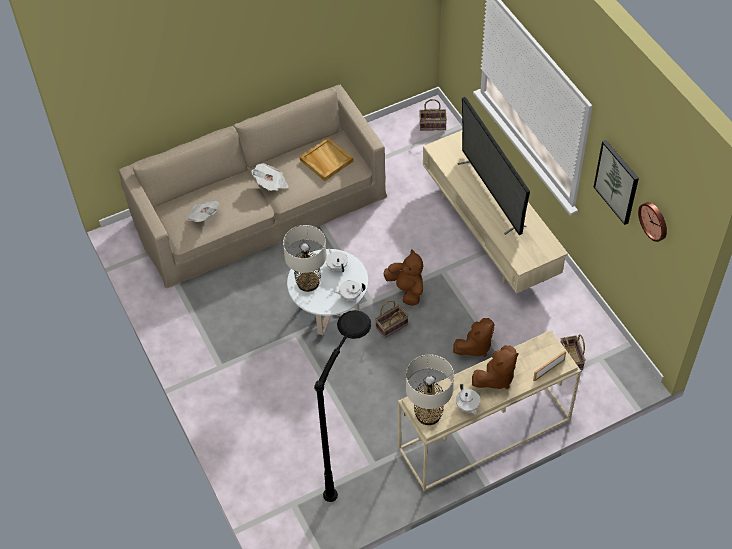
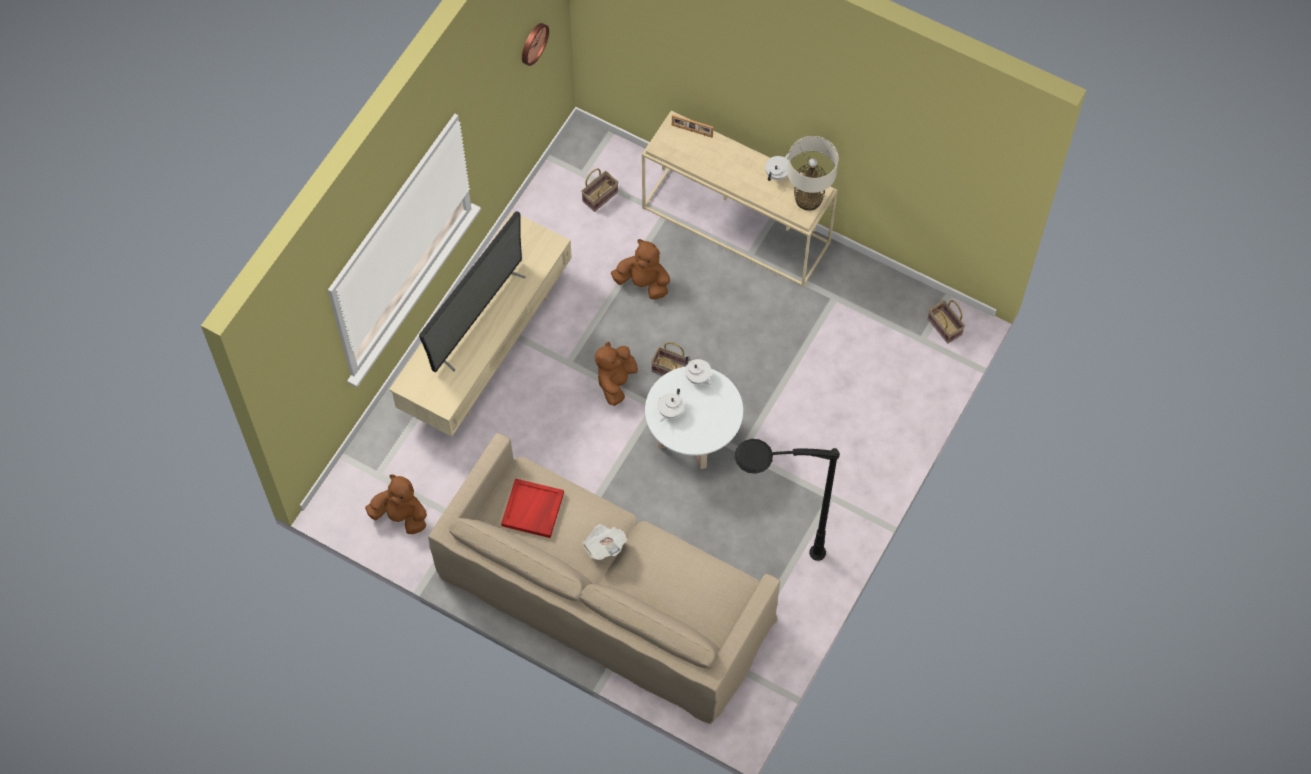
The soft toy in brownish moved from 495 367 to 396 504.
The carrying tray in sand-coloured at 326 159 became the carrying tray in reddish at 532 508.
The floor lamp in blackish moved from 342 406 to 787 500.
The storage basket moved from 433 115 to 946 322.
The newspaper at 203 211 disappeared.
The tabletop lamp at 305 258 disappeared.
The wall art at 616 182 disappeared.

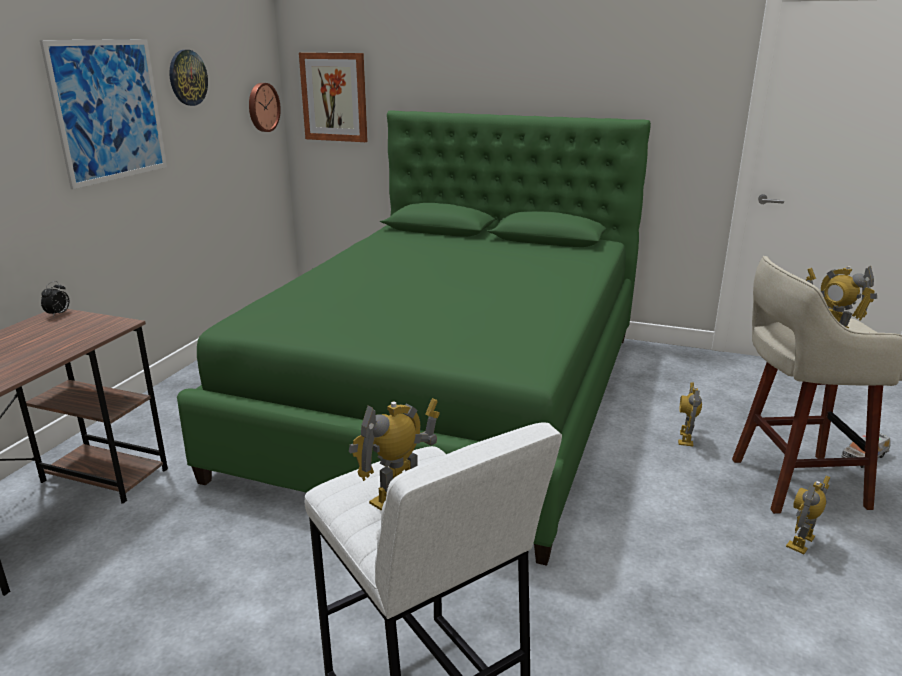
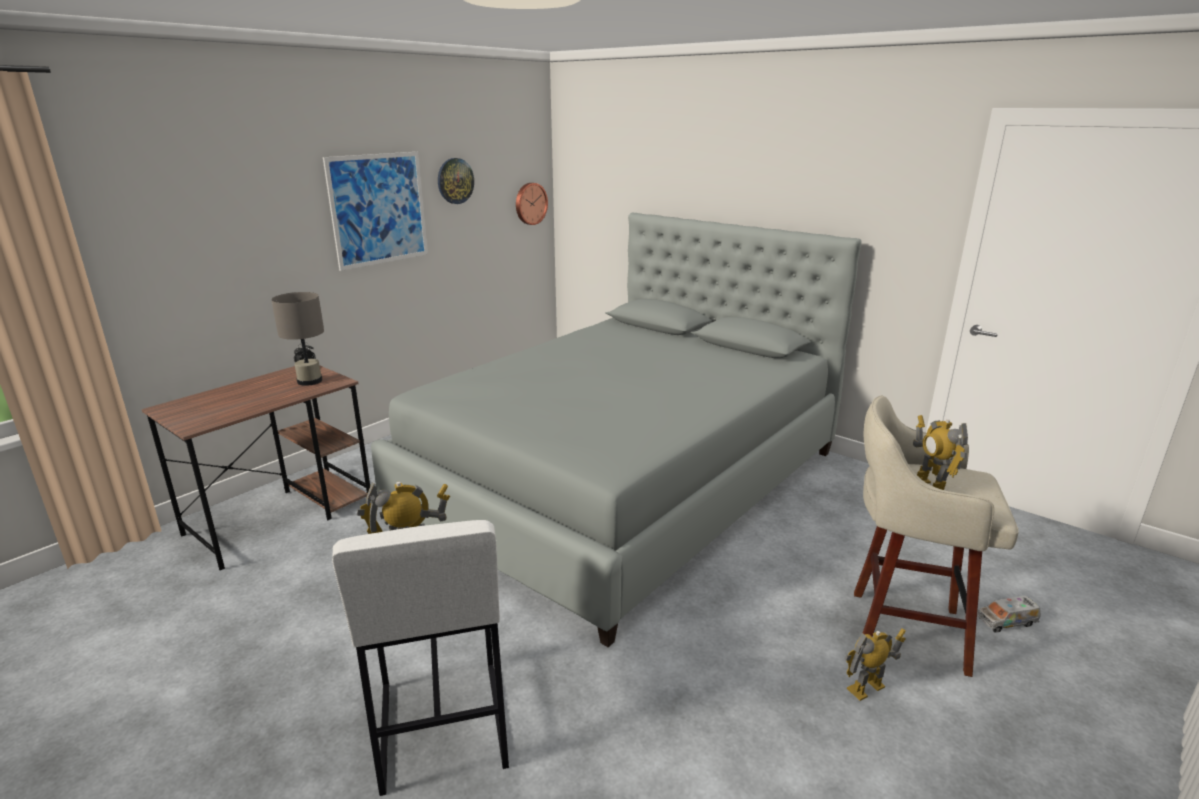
The tabletop lamp in greyish at 297 339 appeared.
The sleeping bed in greenish at 414 338 became the sleeping bed in greyish at 616 430.
The wall art at 333 97 disappeared.
The toy robot at 690 414 disappeared.

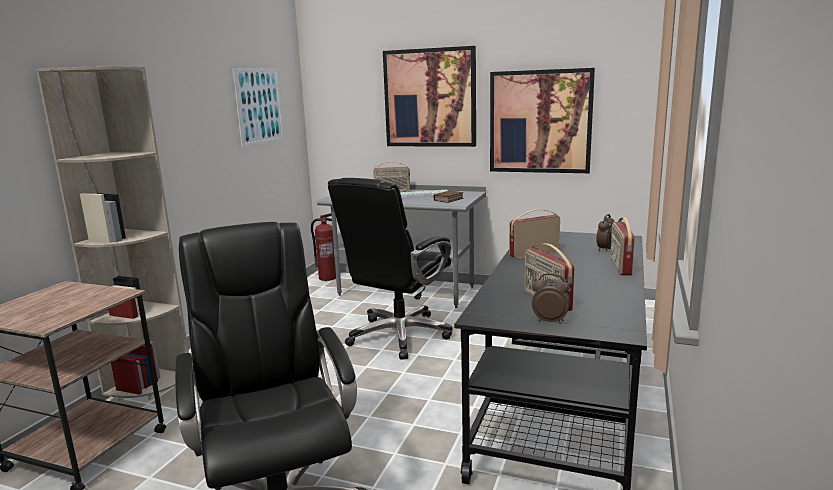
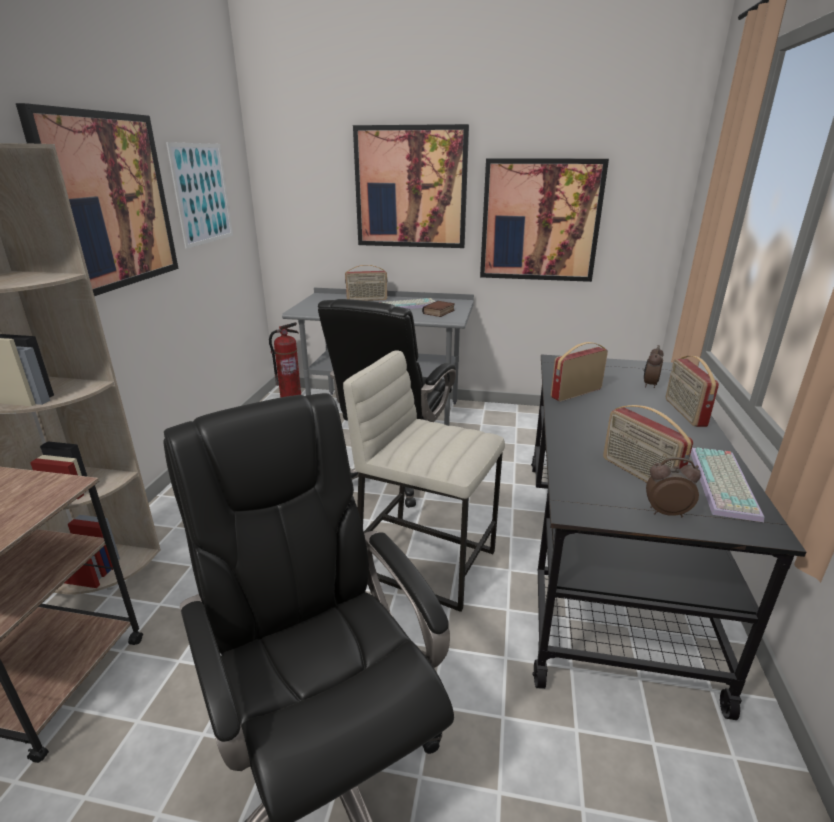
The wall art at 97 199 appeared.
The stool seat in sand-coloured at 424 481 appeared.
The computer keyboard at 727 485 appeared.

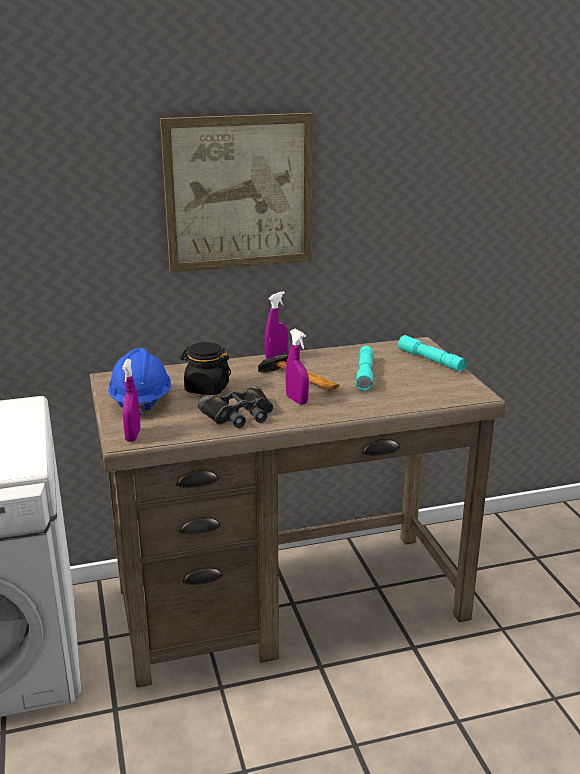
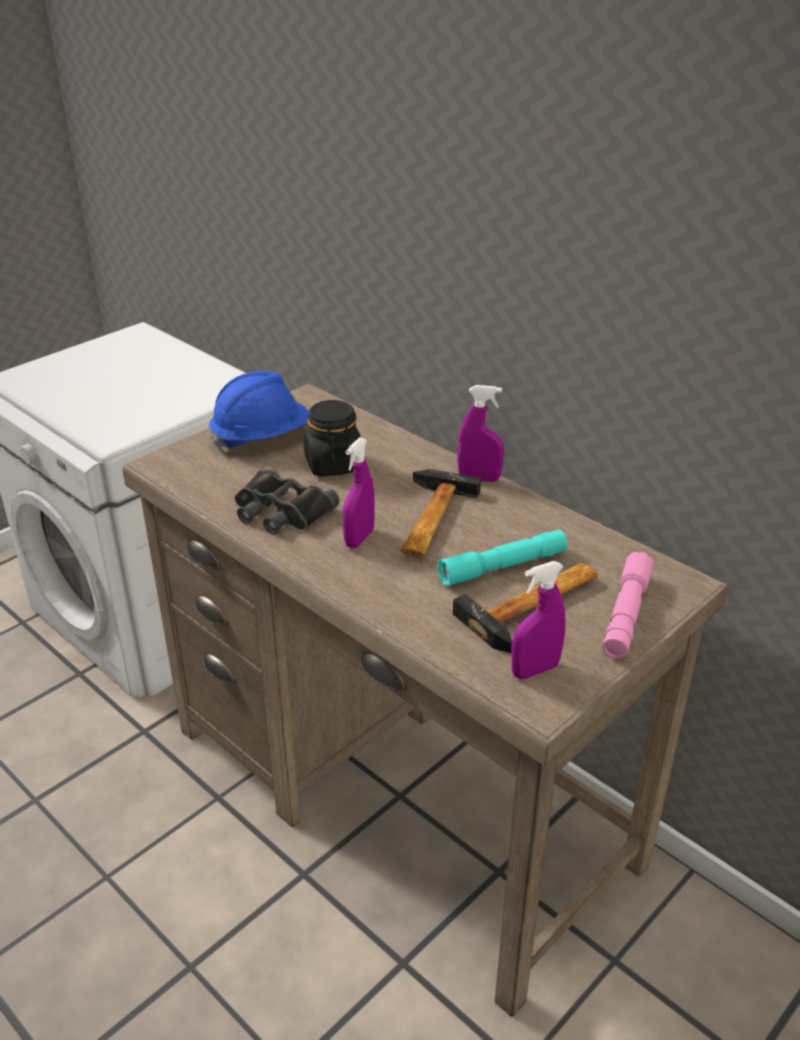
The hand hammer at 525 608 appeared.
The spray bottle in purplish moved from 131 400 to 538 620.
The flashlight in turquoise-coloured at 432 353 became the flashlight in pinkish at 628 605.
The wall art at 236 192 disappeared.

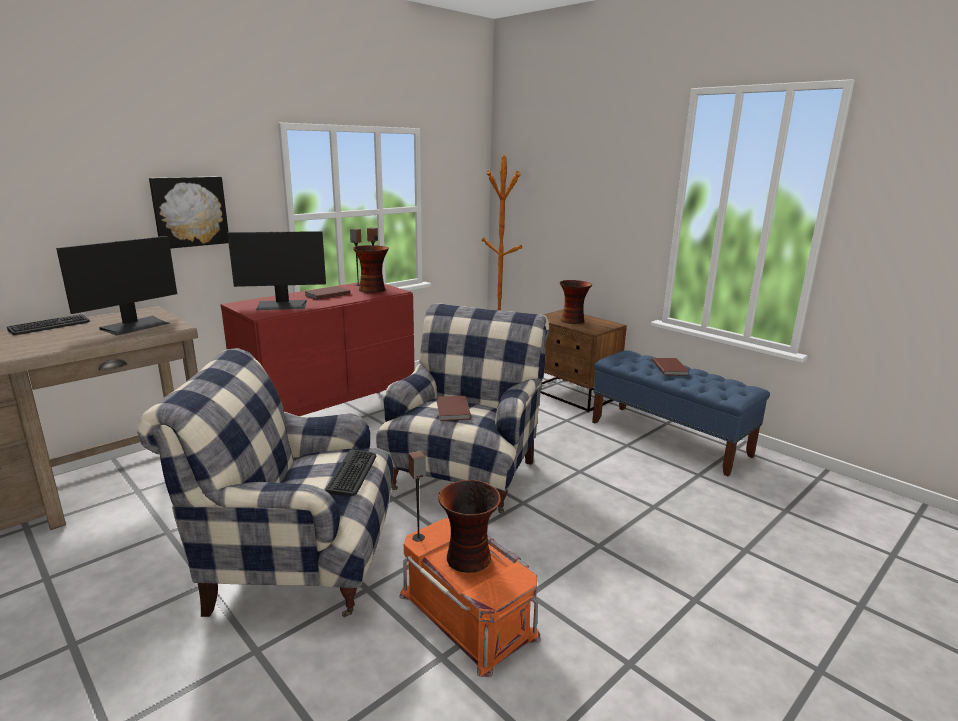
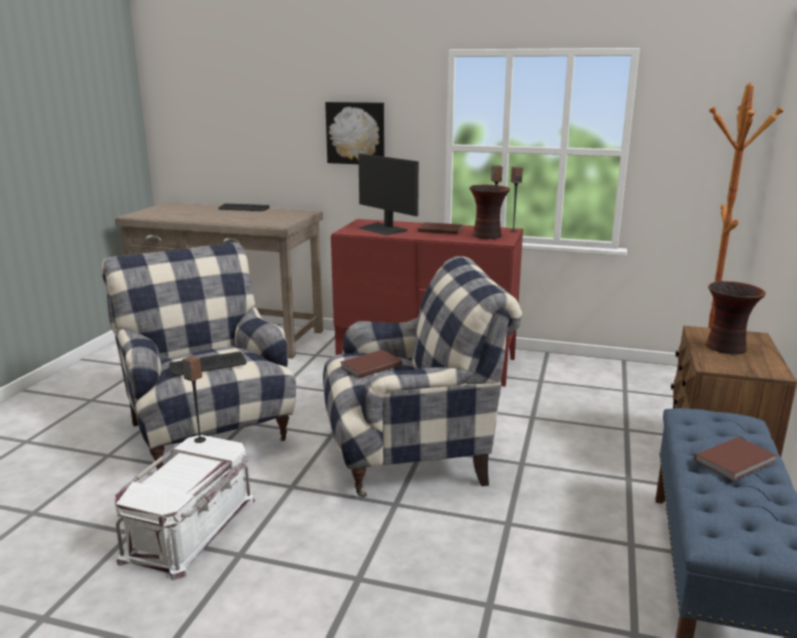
The storage box in orangey at 469 597 became the storage box in white at 184 507.
The computer display at 116 286 disappeared.
The decorative vase at 469 526 disappeared.

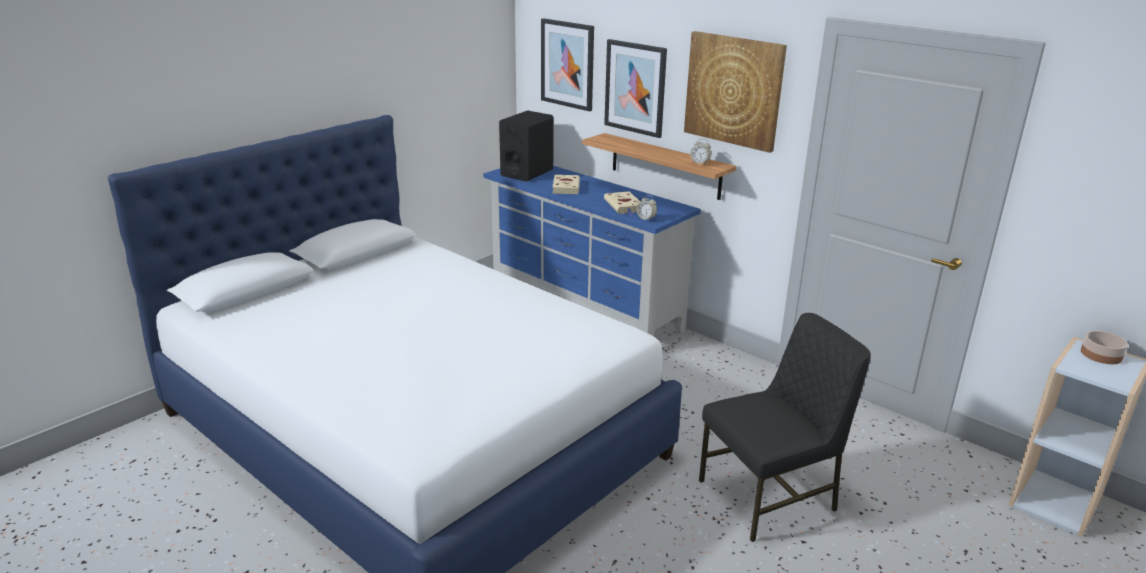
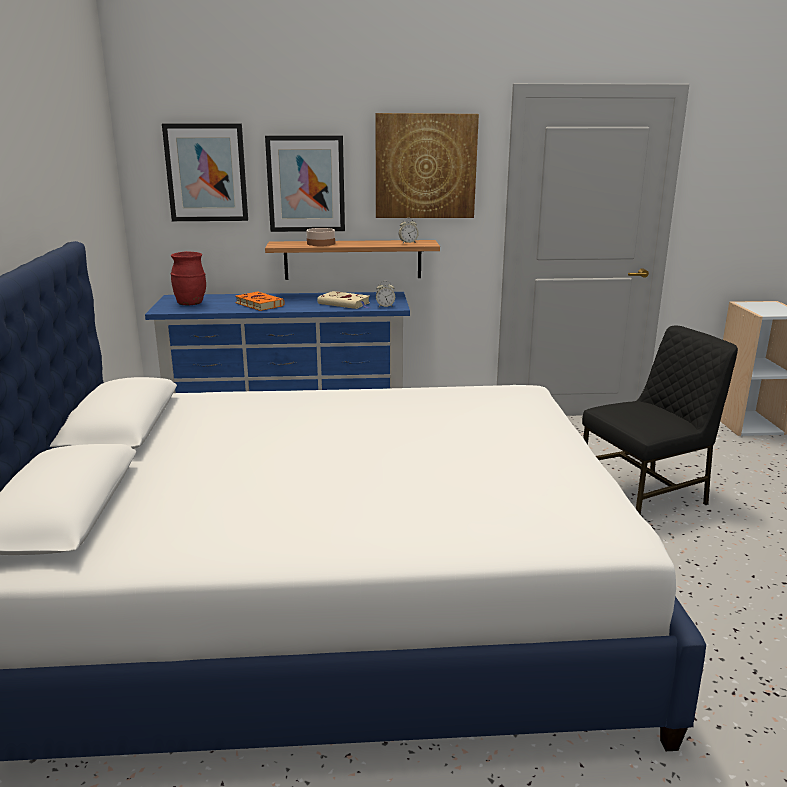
The audio speaker in blackish at 526 146 was replaced by the decorative vase in reddish at 188 278.
The bound book in sand-coloured at 566 184 became the bound book in orangey at 260 301.
The deep dish moved from 1104 347 to 320 237.
The chair in blackish at 785 427 turned 45 degrees clockwise.

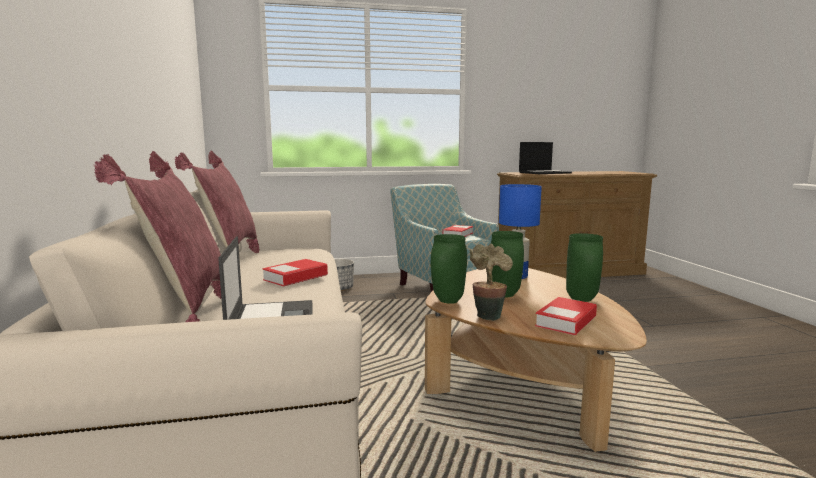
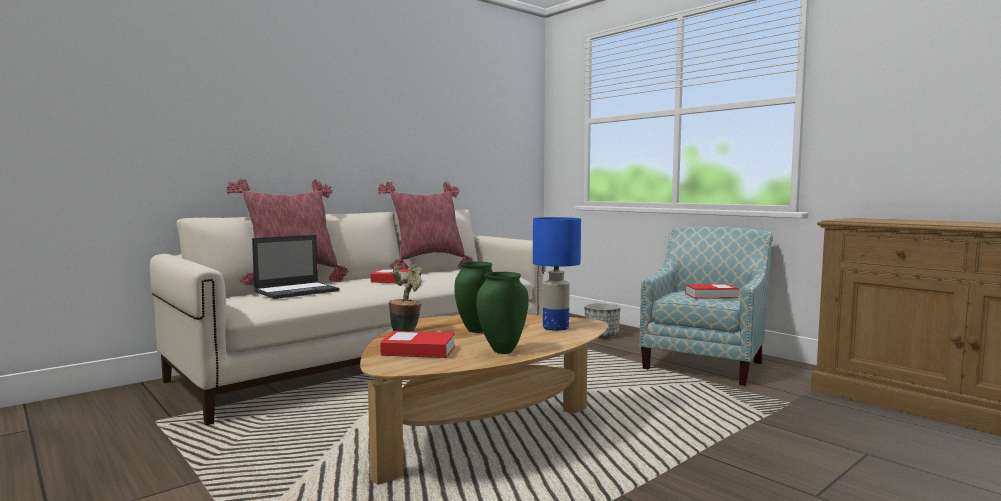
The decorative vase in greenish at 449 269 disappeared.
The portable computer at 545 158 disappeared.

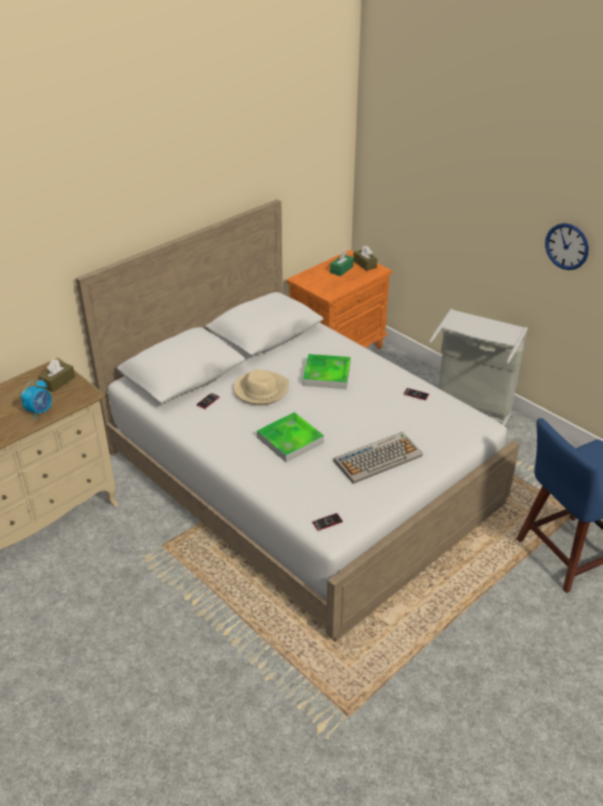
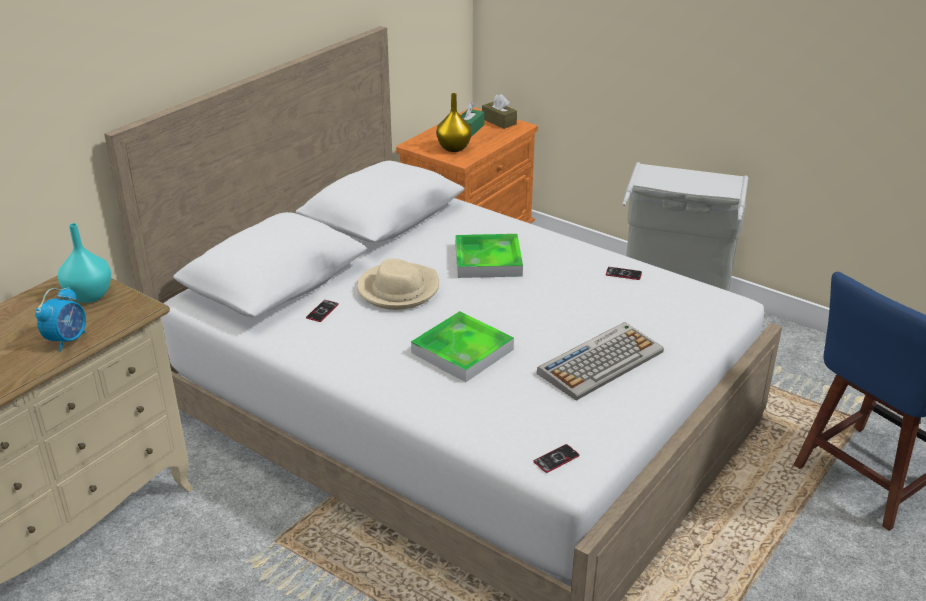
The tissue box in brownish at 57 375 was replaced by the decorative vase in turquoise-coloured at 84 263.
The decorative vase in yellow-coloured at 454 122 appeared.
The wall clock at 567 246 disappeared.

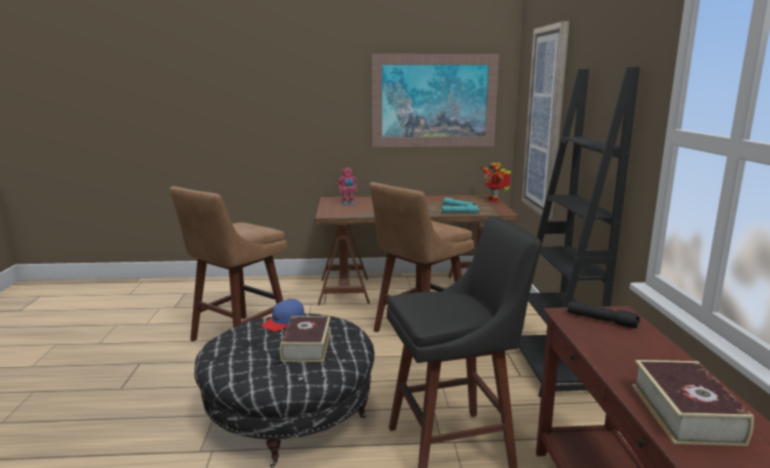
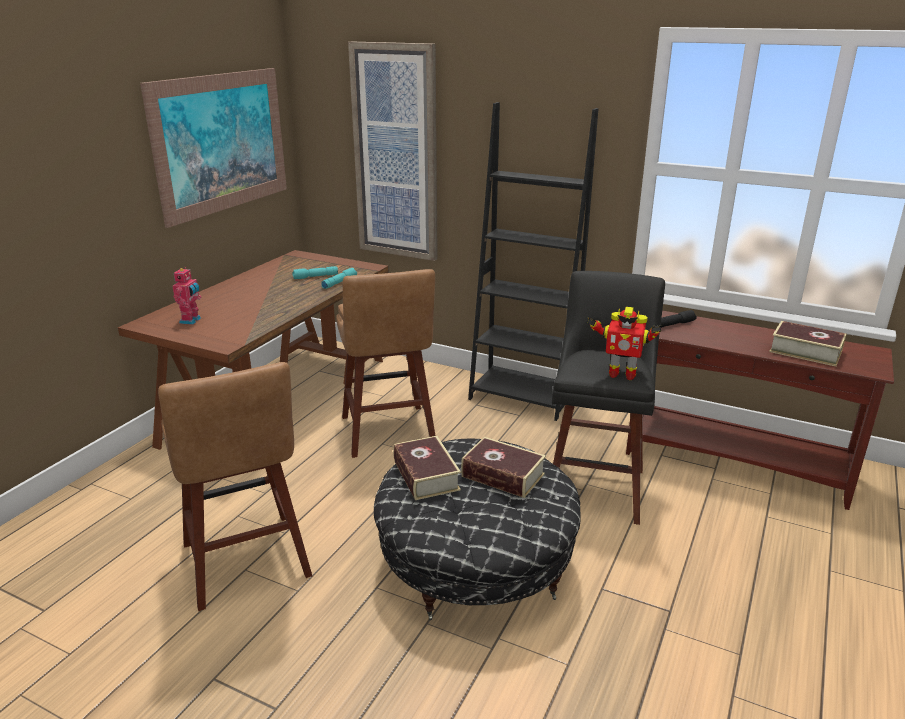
The peaked cap in blue at 283 315 was replaced by the bound book at 427 468.
The toy robot moved from 496 183 to 624 343.

